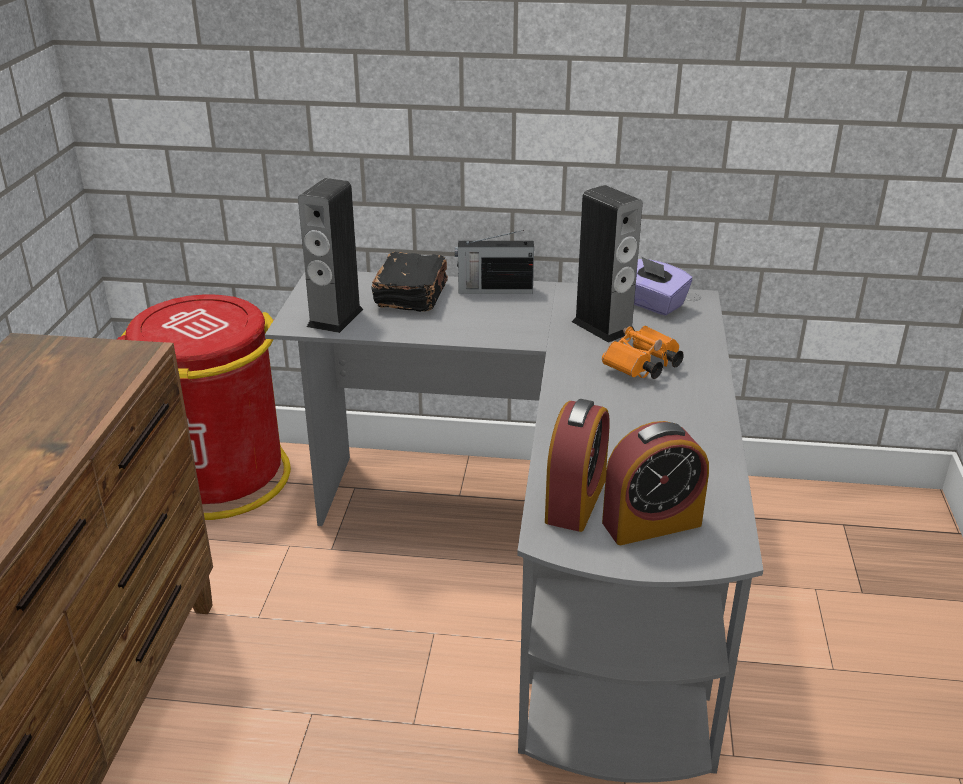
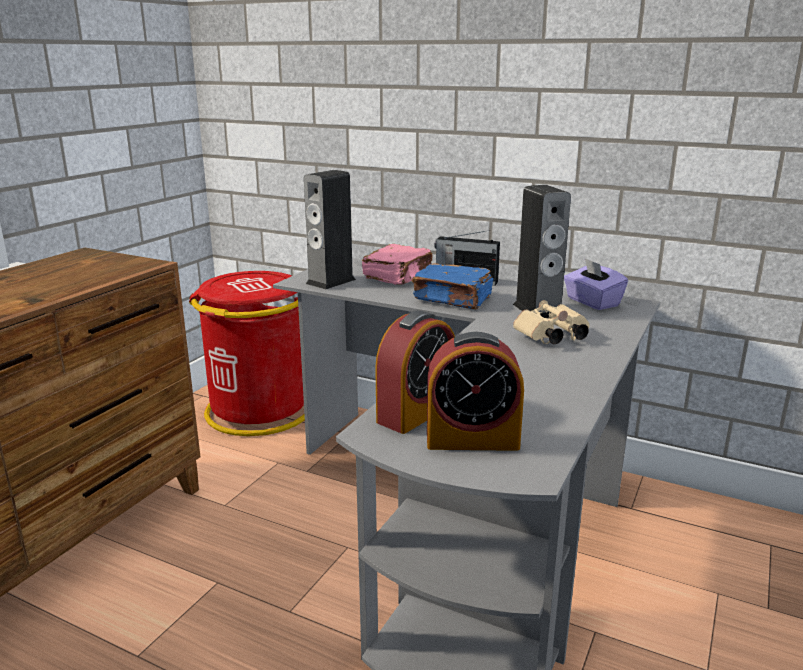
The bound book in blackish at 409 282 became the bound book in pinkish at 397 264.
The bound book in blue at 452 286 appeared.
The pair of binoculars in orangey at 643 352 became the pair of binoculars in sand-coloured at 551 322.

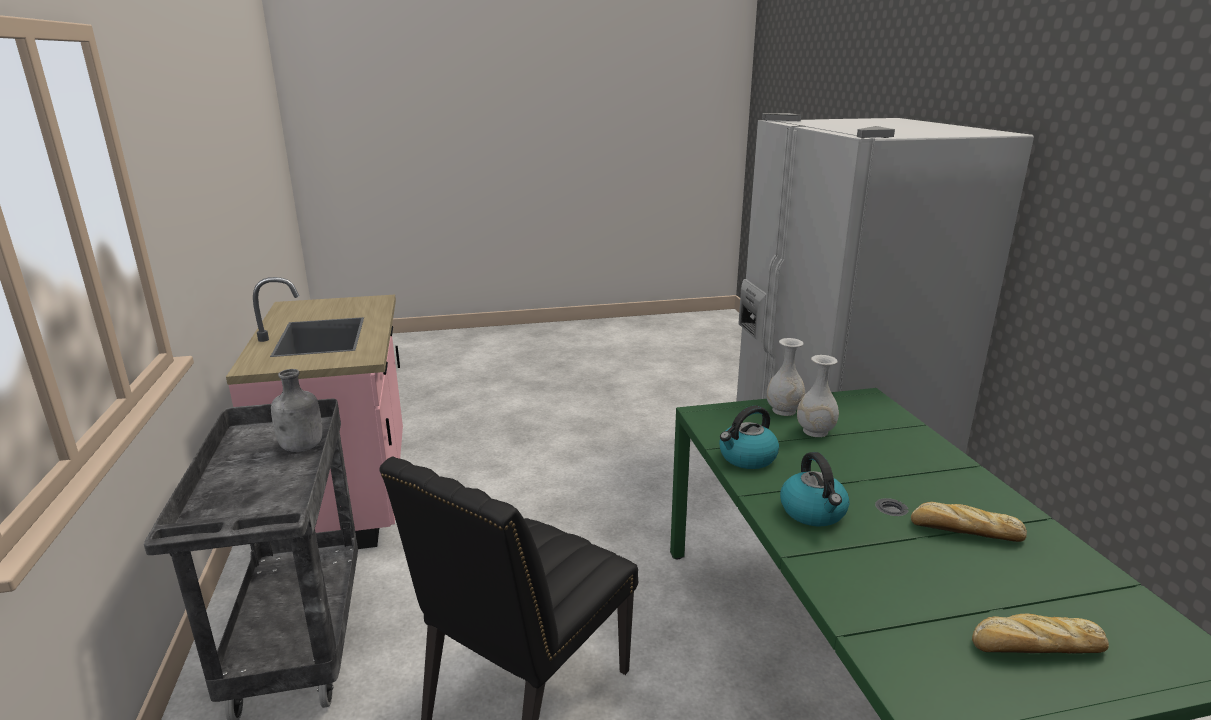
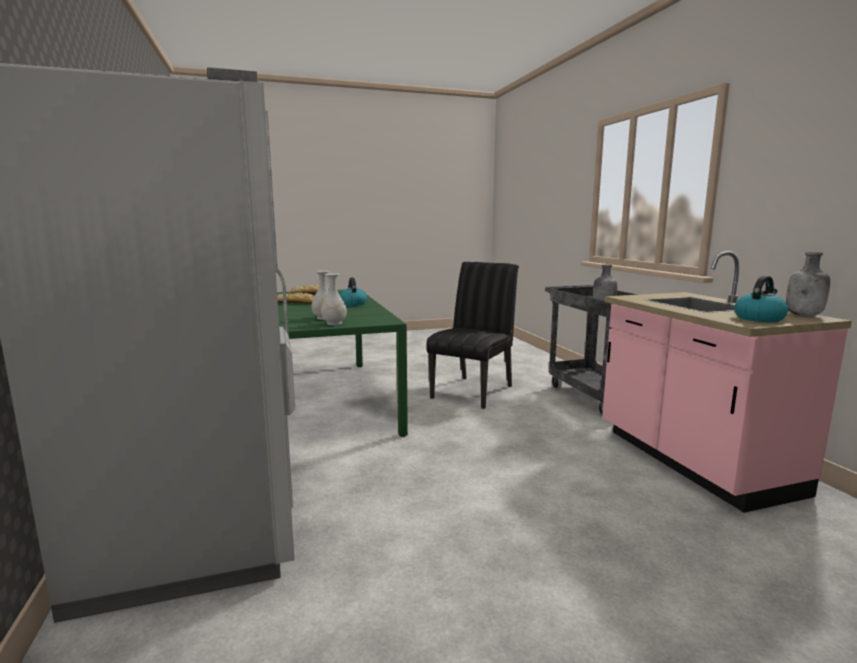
The water kettle moved from 749 437 to 761 299.
The bottle in greyish at 808 284 appeared.

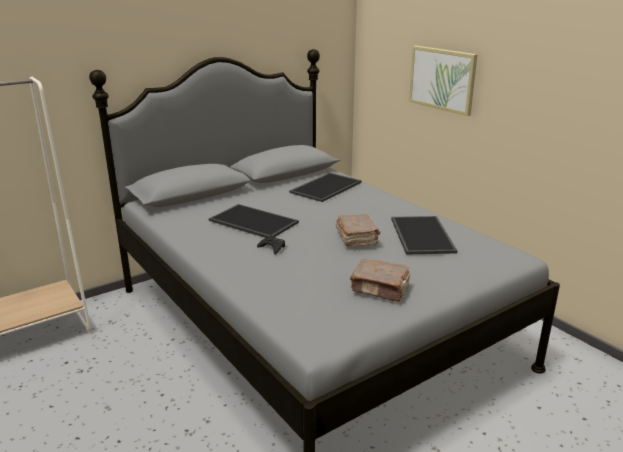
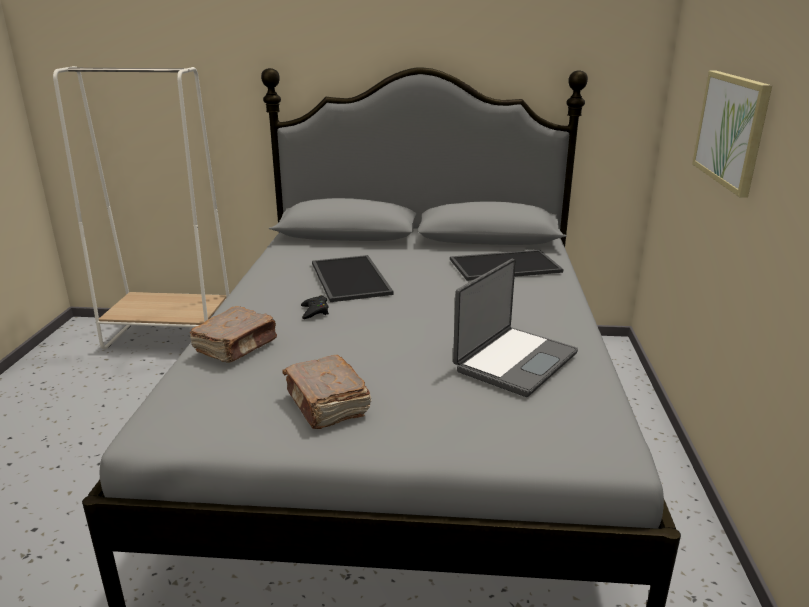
The bound book in brownish moved from 358 230 to 233 334.
The carrying tray at 424 235 was replaced by the portable computer at 515 328.

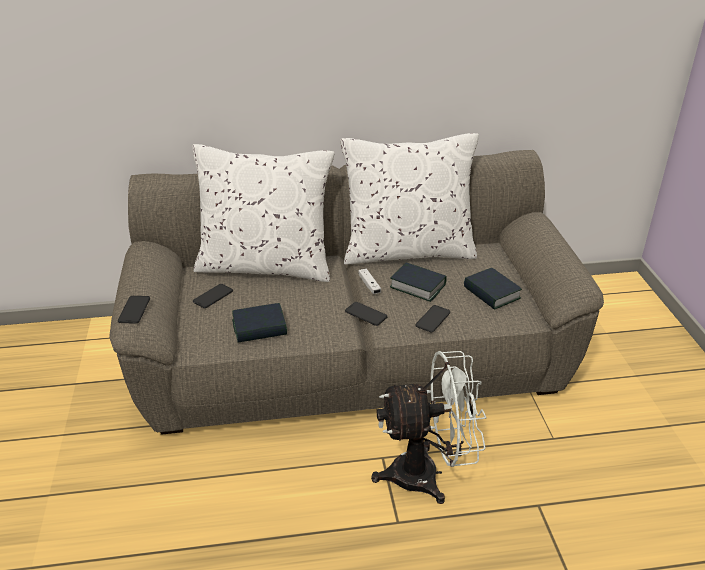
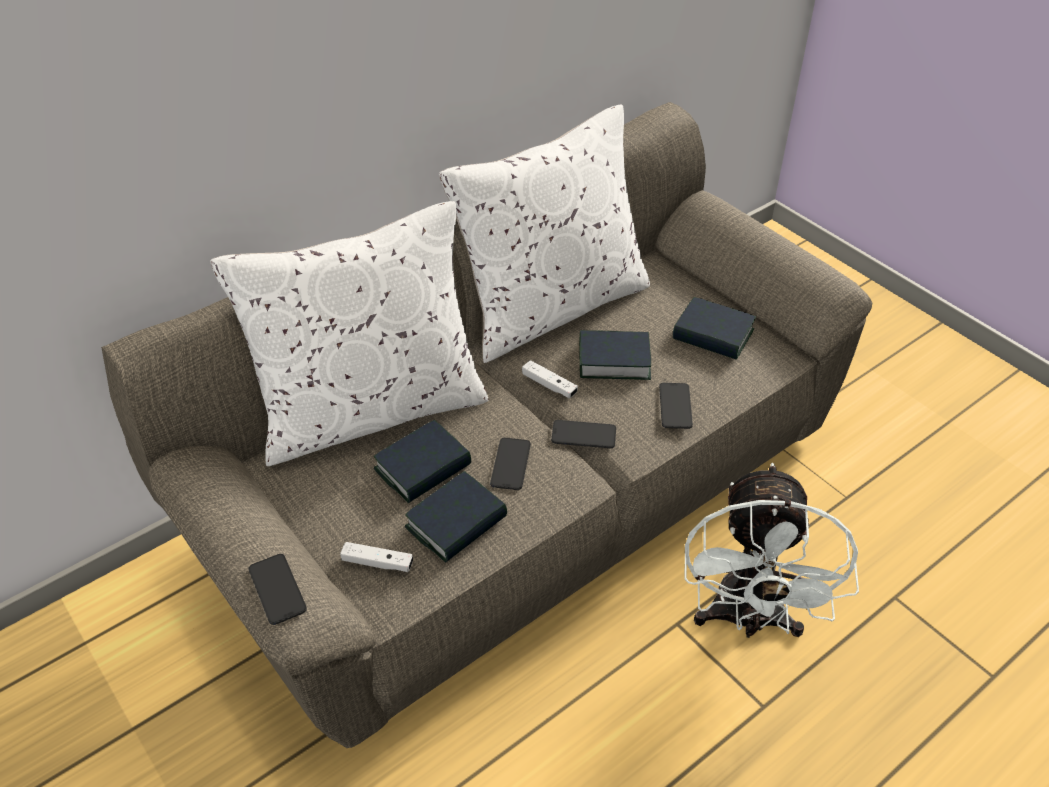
The game controller in white at 376 557 appeared.
The bound book at 422 461 appeared.
The telephone moved from 213 296 to 510 464.
The electric fan in white at 429 427 turned 135 degrees clockwise.

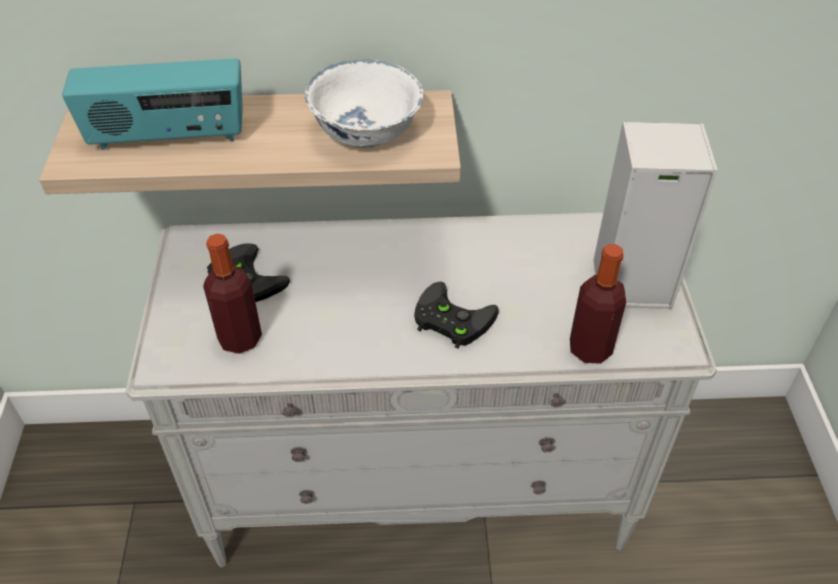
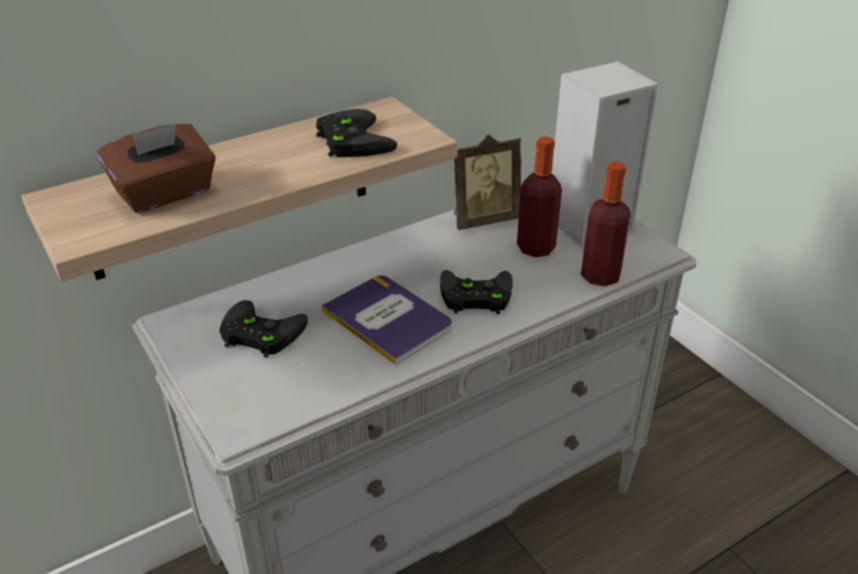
The radio receiver at 152 104 was replaced by the tissue box in brownish at 156 168.
The deep dish in white at 364 103 was replaced by the game controller in blackish at 356 133.
The bound book at 387 320 appeared.
The standing frame at 487 182 appeared.
The bottle moved from 232 294 to 539 197.

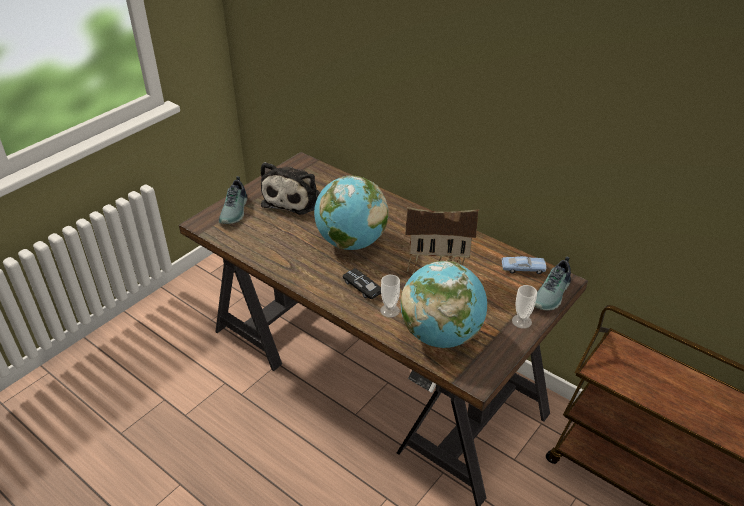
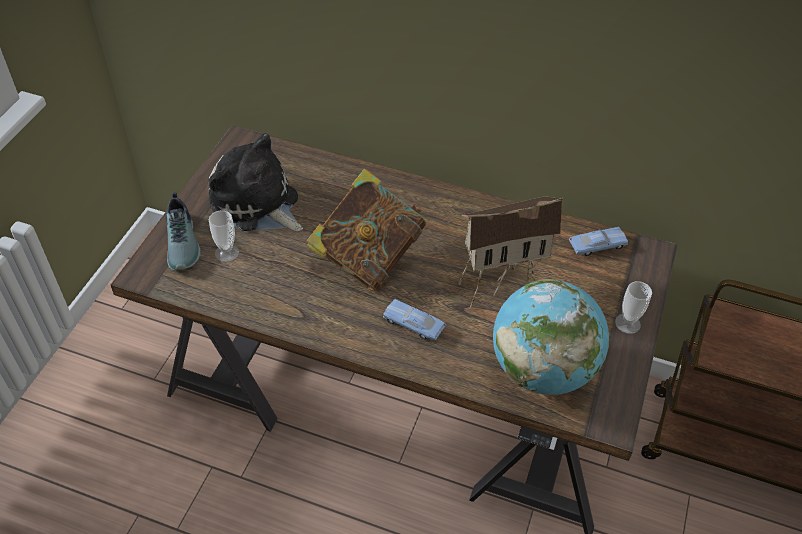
The soft toy at 290 188 turned 135 degrees clockwise.
The drinking cup moved from 390 296 to 224 236.
The globe at 351 213 was replaced by the bound book at 366 230.
The toy car in blackish at 362 284 became the toy car in blue at 414 320.
The low shoe at 552 283 disappeared.

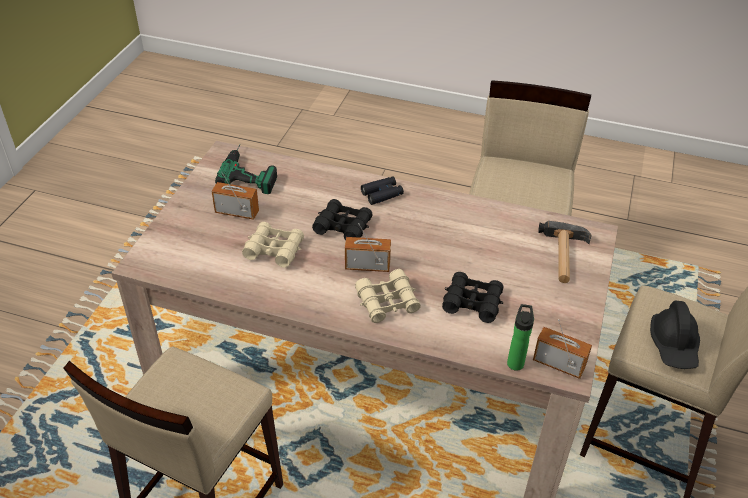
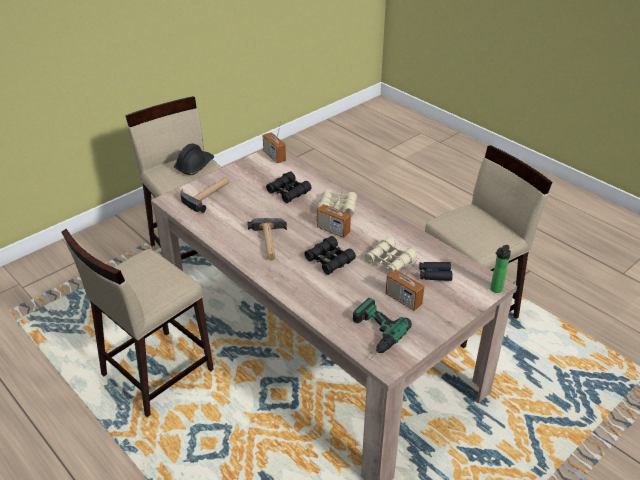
The hand hammer at 267 239 appeared.
The pair of binoculars in blackish moved from 382 190 to 436 271.
The bottle moved from 520 337 to 500 269.

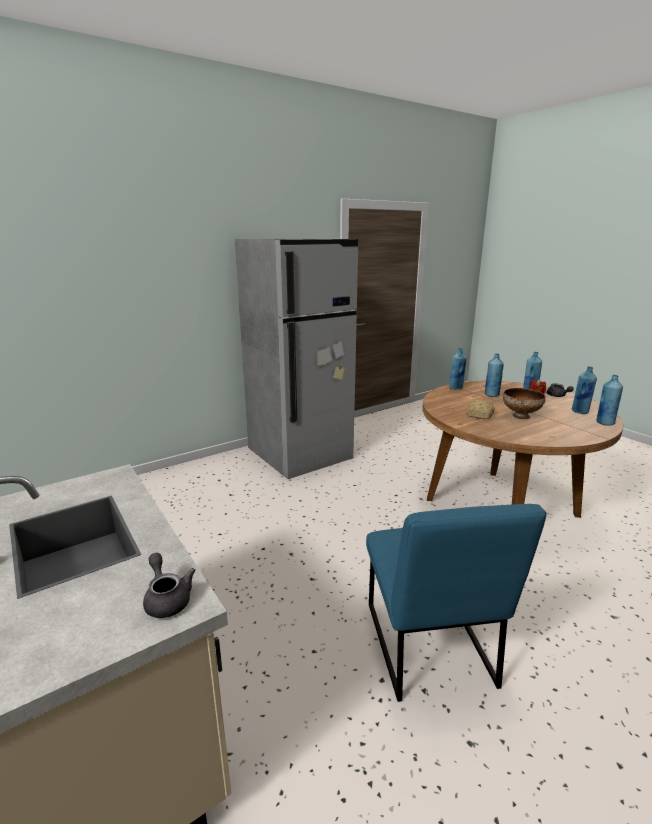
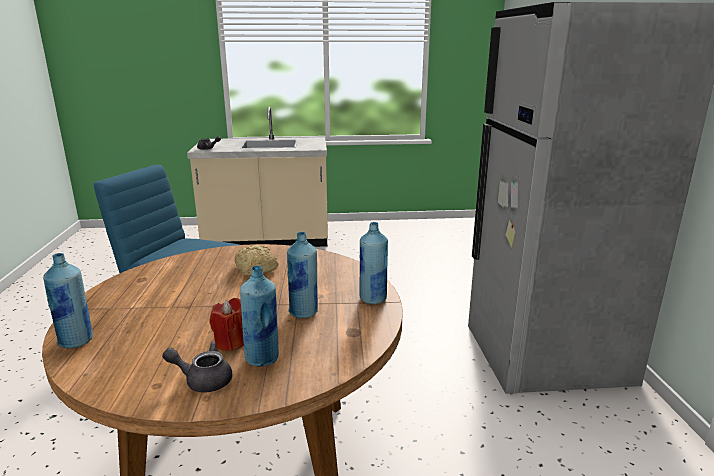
The deep dish at 524 403 disappeared.
The bottle in blue at 584 390 disappeared.

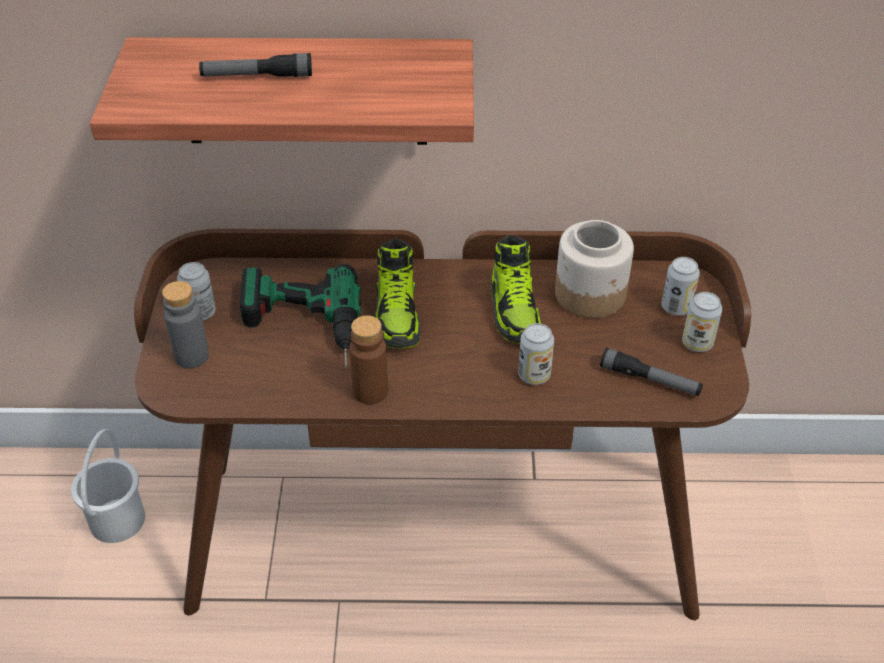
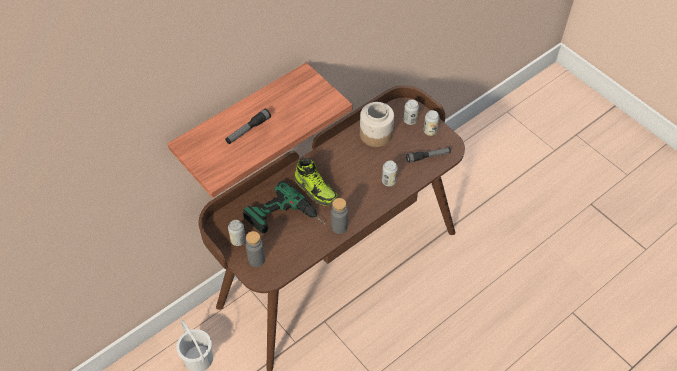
The bottle in brownish at 368 360 became the bottle in greyish at 339 216.
The low shoe at 516 289 disappeared.

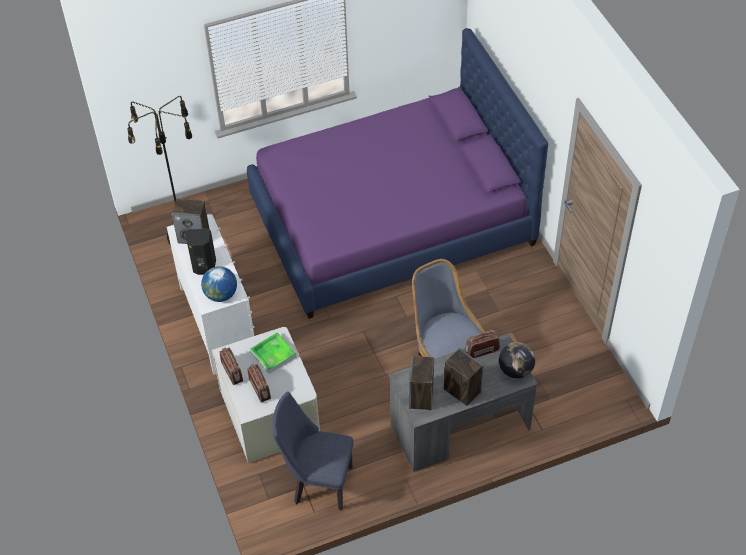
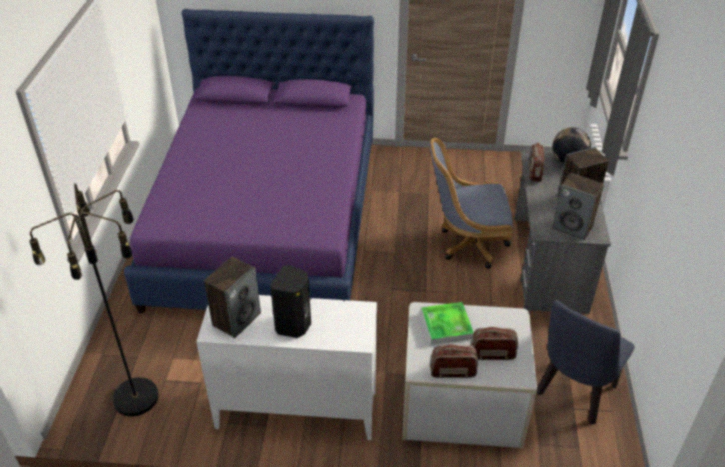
The globe at 219 284 disappeared.

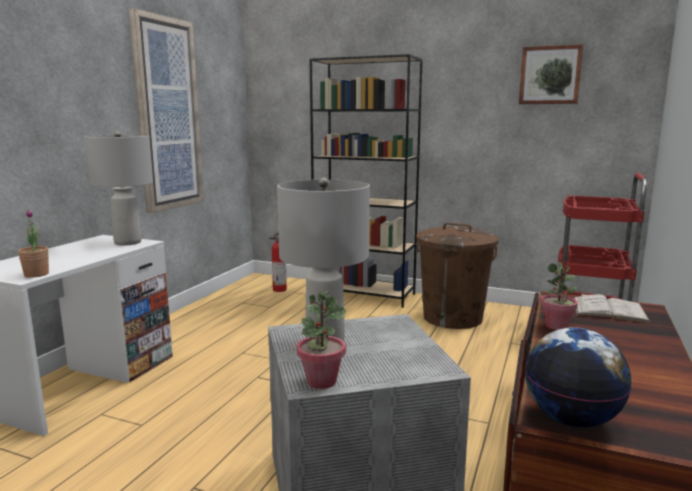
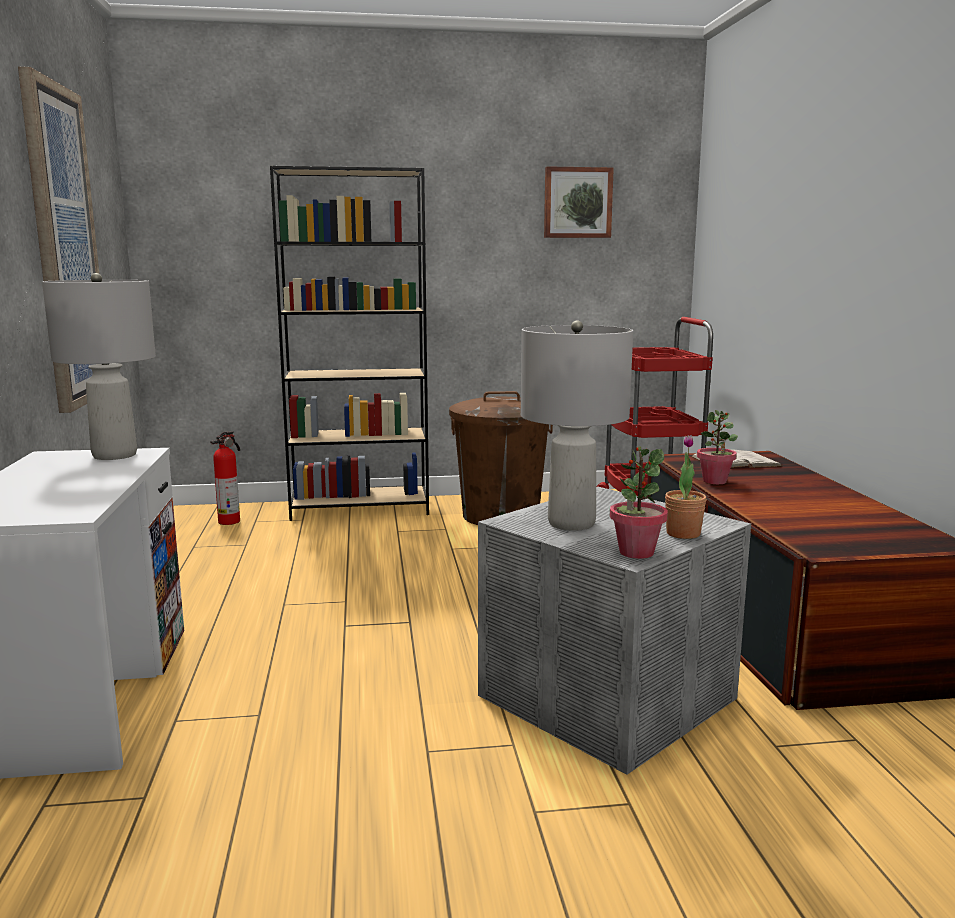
The plant in a pot moved from 33 243 to 686 487.
The globe at 578 377 disappeared.

